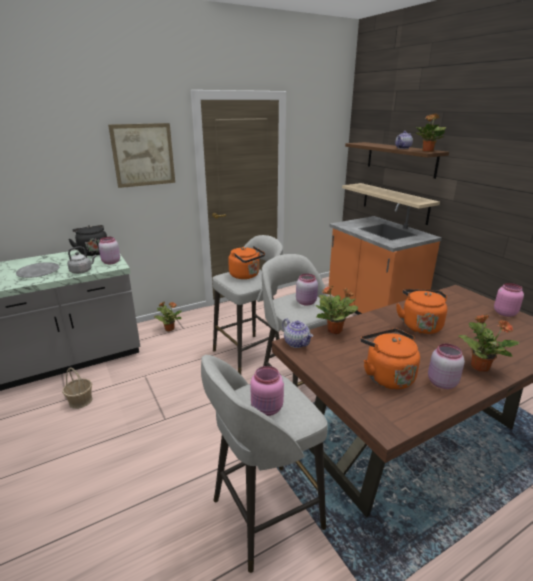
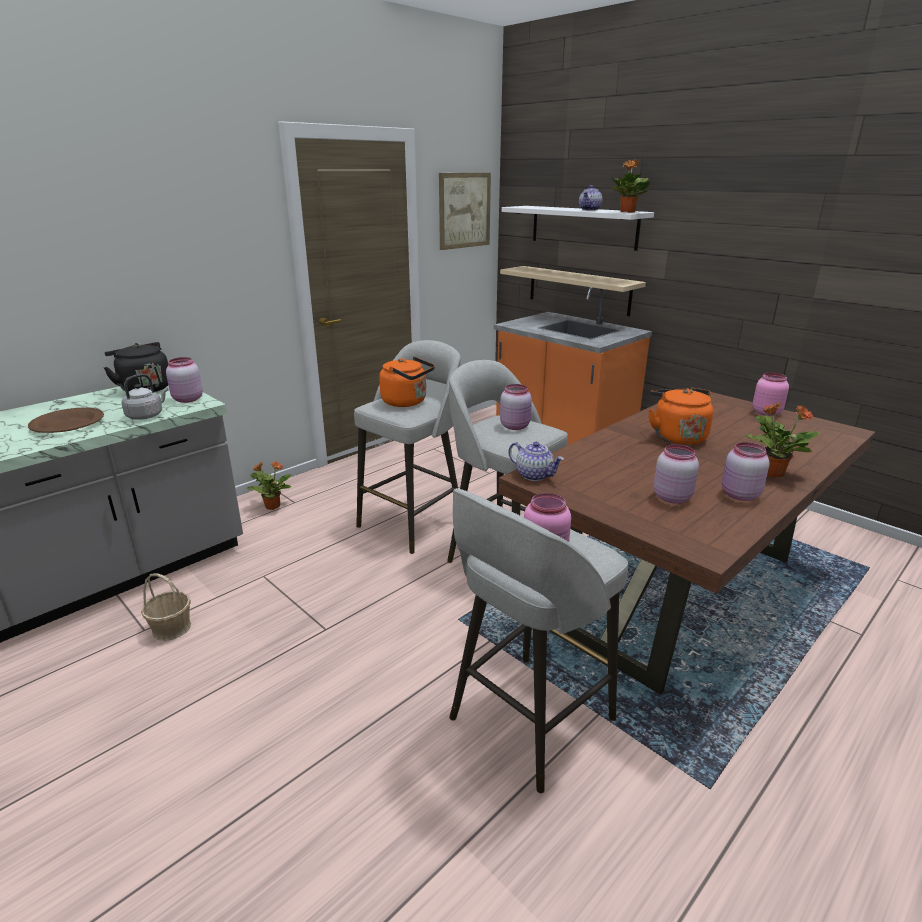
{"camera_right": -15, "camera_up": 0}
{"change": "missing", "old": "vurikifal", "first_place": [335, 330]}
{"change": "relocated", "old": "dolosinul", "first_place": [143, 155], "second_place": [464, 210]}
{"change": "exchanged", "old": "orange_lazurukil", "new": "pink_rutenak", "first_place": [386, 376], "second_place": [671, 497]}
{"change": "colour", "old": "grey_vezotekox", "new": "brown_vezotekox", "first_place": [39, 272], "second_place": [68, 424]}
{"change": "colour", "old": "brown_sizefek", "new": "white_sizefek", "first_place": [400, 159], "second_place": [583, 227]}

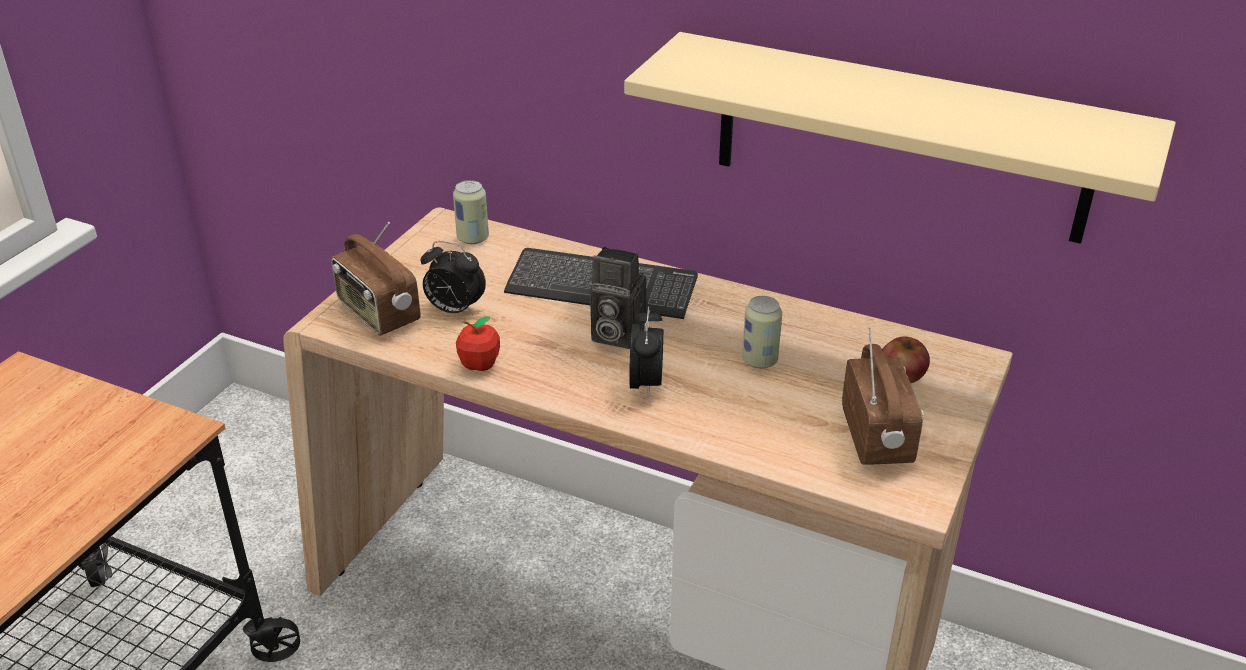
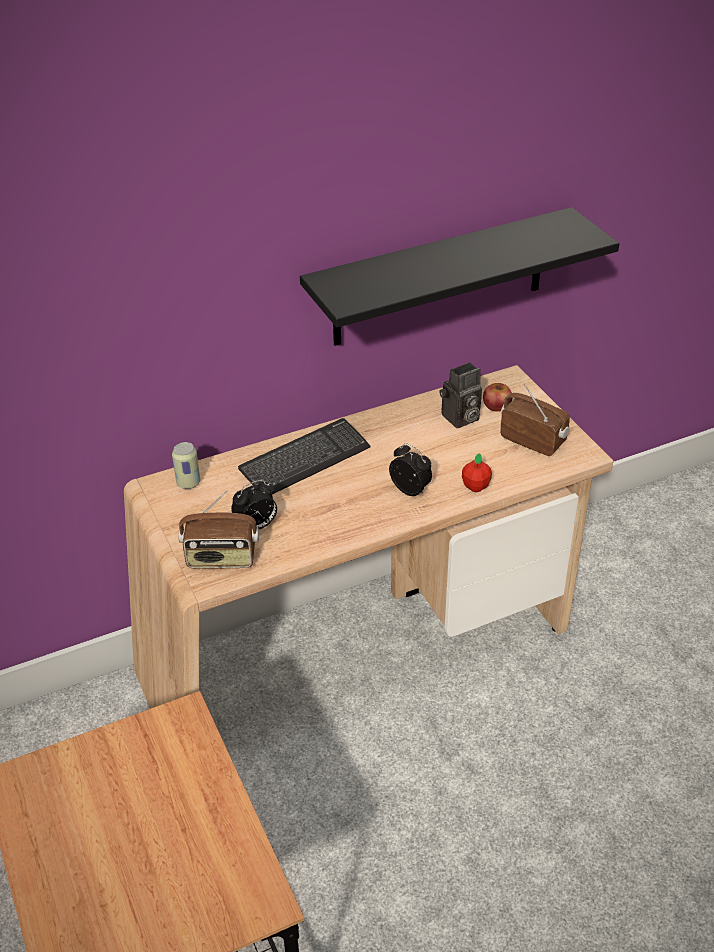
{"camera_right": -50, "camera_up": 5}
{"change": "missing", "old": "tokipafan", "first_place": [759, 360]}
{"change": "relocated", "old": "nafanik", "first_place": [479, 365], "second_place": [475, 487]}
{"change": "relocated", "old": "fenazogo", "first_place": [614, 335], "second_place": [460, 419]}
{"change": "colour", "old": "beige_sizefek", "new": "black_sizefek", "first_place": [900, 138], "second_place": [440, 278]}

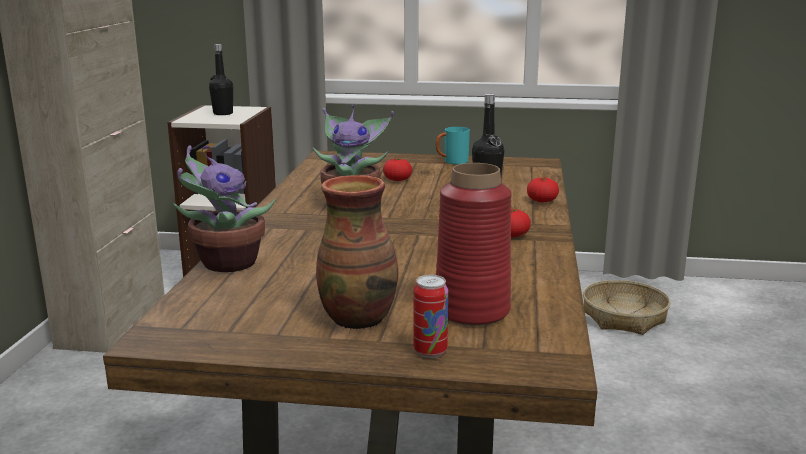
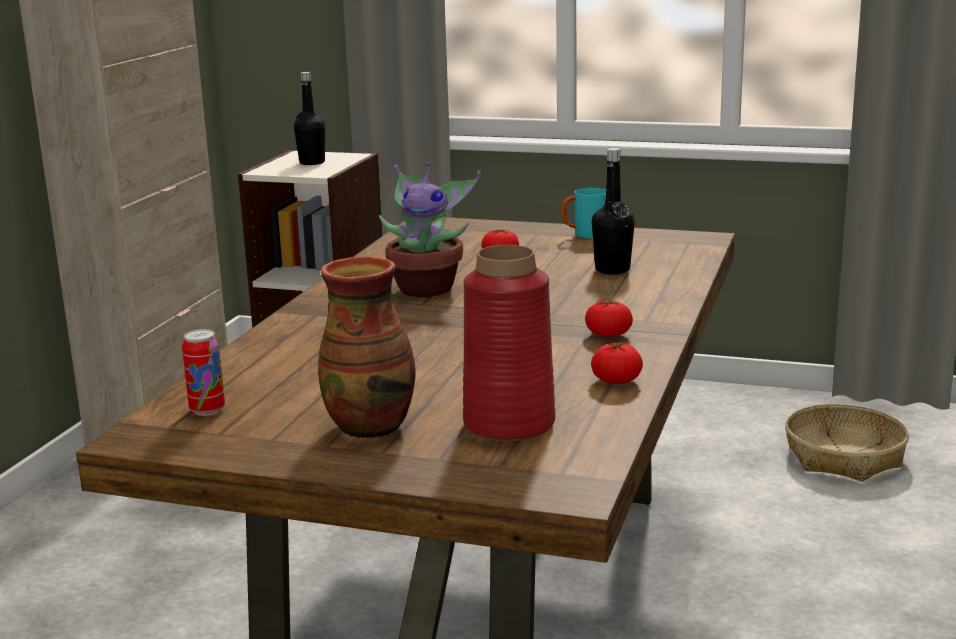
{"camera_right": 10, "camera_up": 0}
{"change": "missing", "old": "vurikifal", "first_place": [225, 263]}
{"change": "relocated", "old": "tokipafan", "first_place": [430, 351], "second_place": [207, 410]}
{"change": "relocated", "old": "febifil", "first_place": [542, 201], "second_place": [616, 381]}

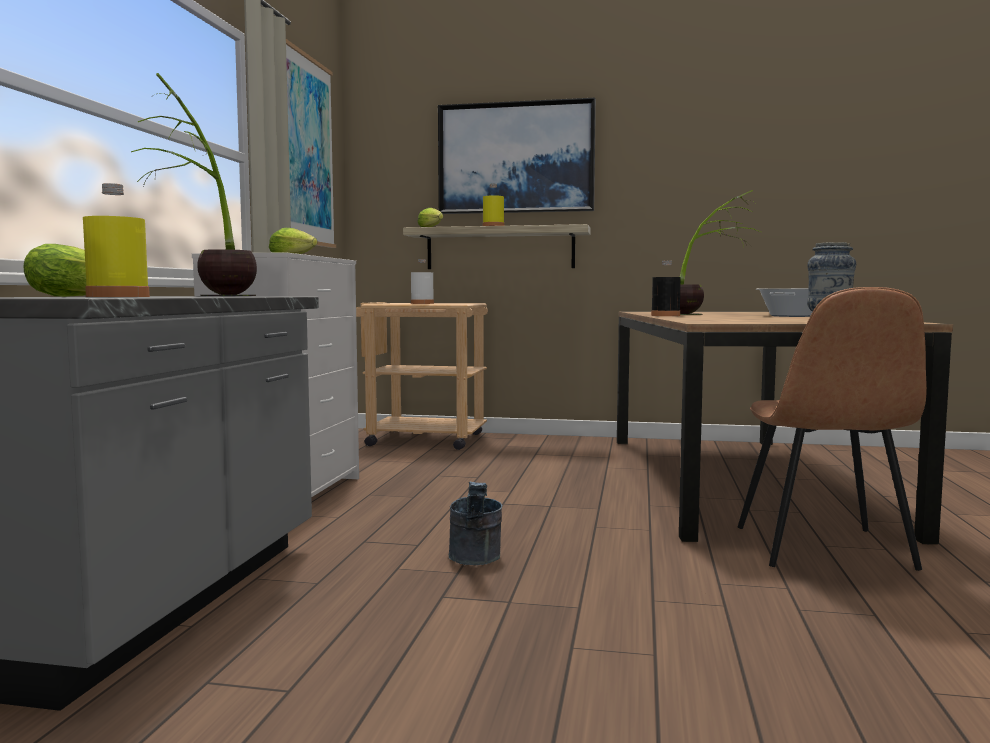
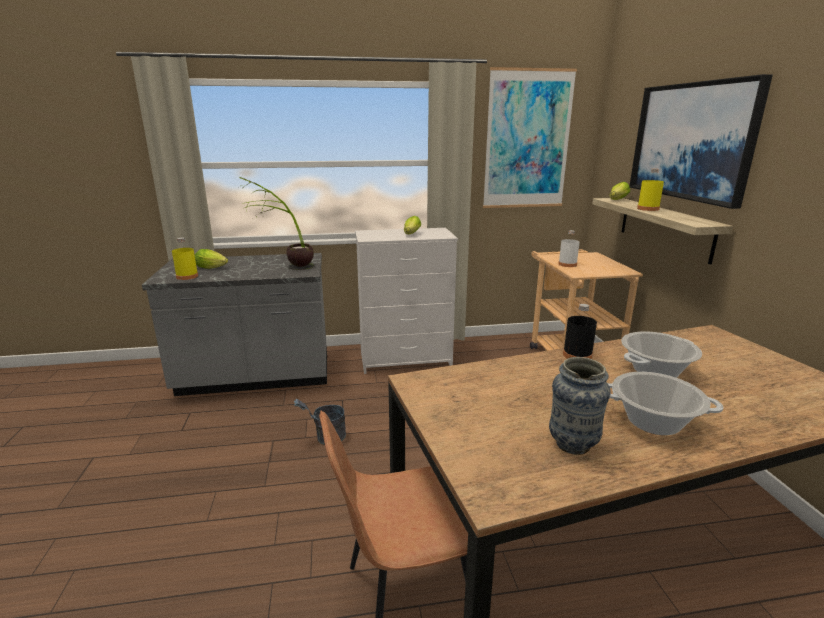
{"camera_right": 70, "camera_up": 15}
{"change": "exchanged", "old": "vurikifal", "new": "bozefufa", "first_place": [705, 314], "second_place": [655, 371]}

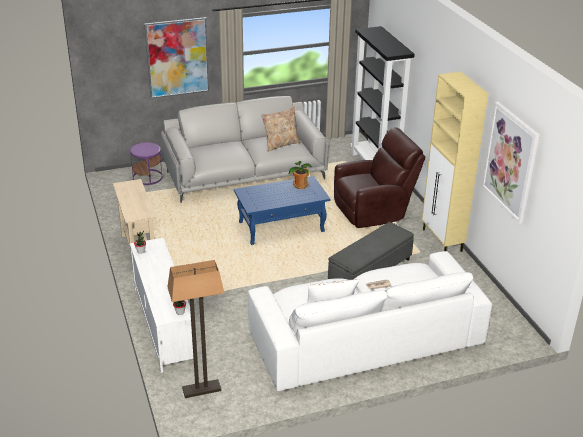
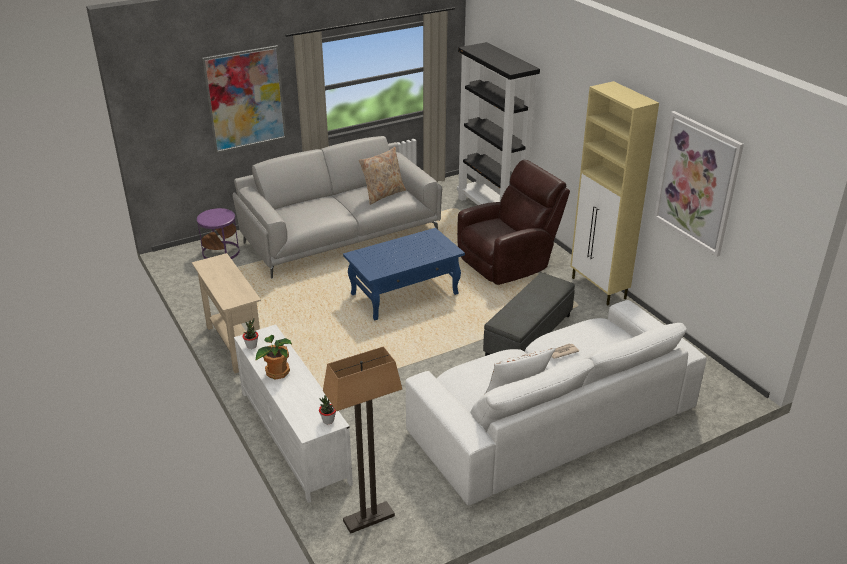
{"camera_right": -10, "camera_up": 0}
{"change": "relocated", "old": "vurikifal", "first_place": [300, 185], "second_place": [276, 372]}

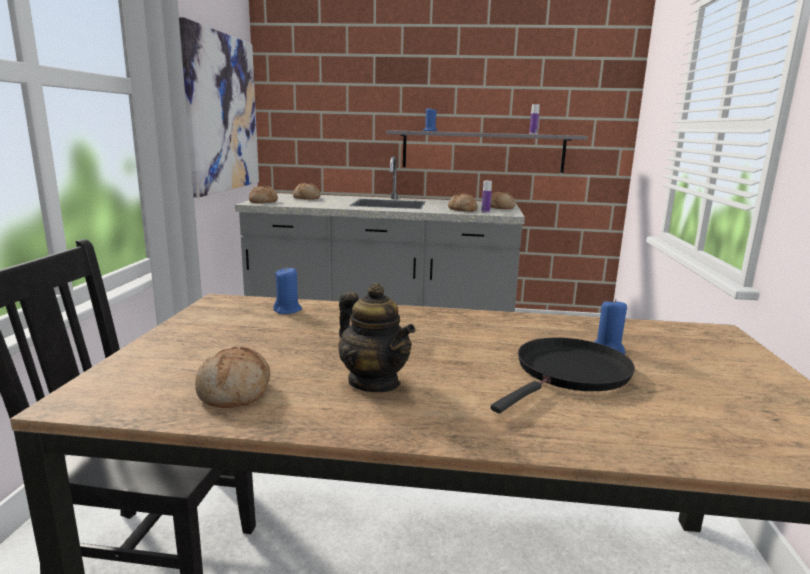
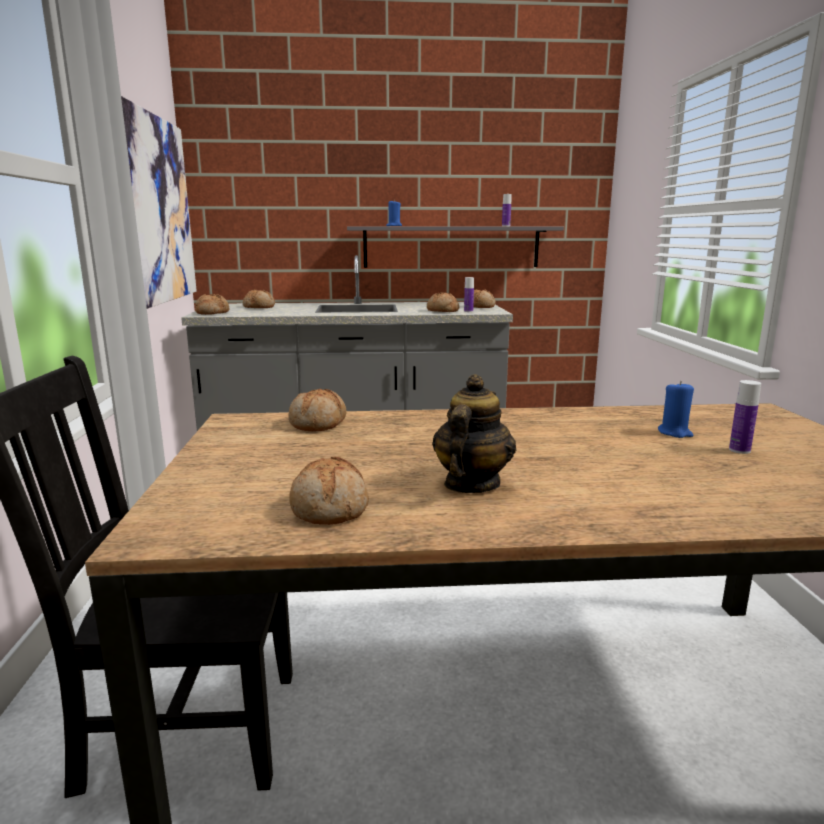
{"camera_right": -10, "camera_up": 0}
{"change": "missing", "old": "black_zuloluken", "first_place": [569, 374]}
{"change": "appeared", "new": "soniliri", "second_place": [739, 450]}
{"change": "exchanged", "old": "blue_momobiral", "new": "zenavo", "first_place": [288, 310], "second_place": [319, 423]}
{"change": "spun", "old": "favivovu", "first_place": [374, 382], "second_place": [471, 484], "degrees": -105}

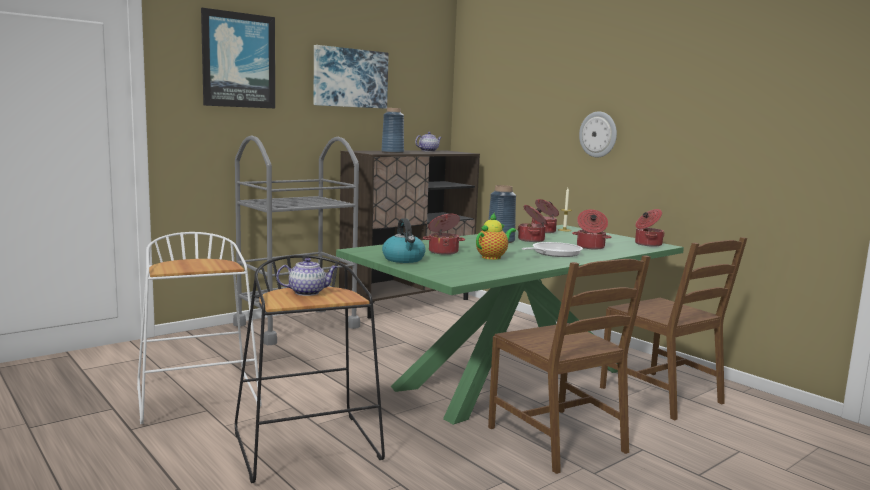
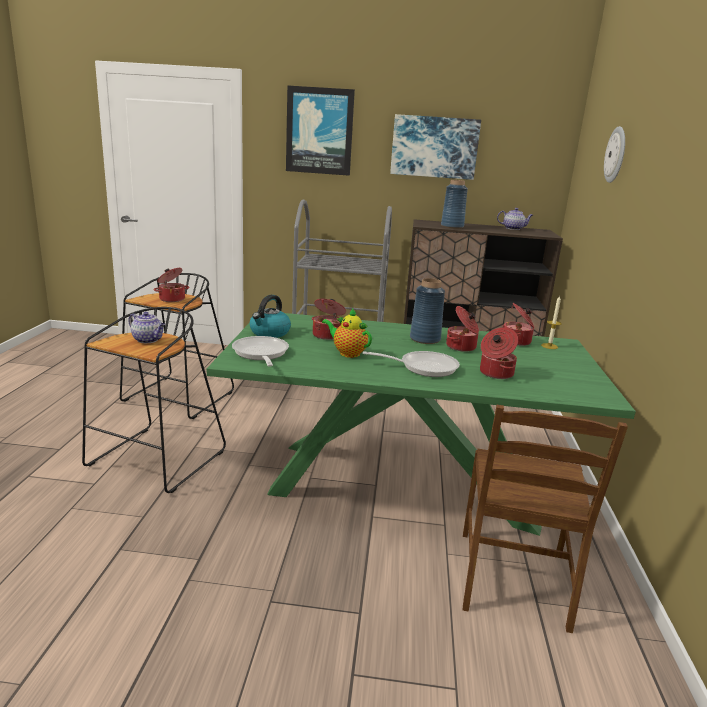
{"camera_right": 45, "camera_up": 10}
{"change": "missing", "old": "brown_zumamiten", "first_place": [558, 439]}
{"change": "appeared", "new": "zuloluken", "second_place": [260, 354]}
{"change": "relocated", "old": "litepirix", "first_place": [598, 134], "second_place": [616, 155]}
{"change": "relocated", "old": "bozefufa", "first_place": [647, 244], "second_place": [172, 299]}
{"change": "colour", "old": "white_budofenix", "new": "black_budofenix", "first_place": [199, 398], "second_place": [178, 398]}
{"change": "spun", "old": "favivovu", "first_place": [493, 257], "second_place": [347, 353], "degrees": -150}

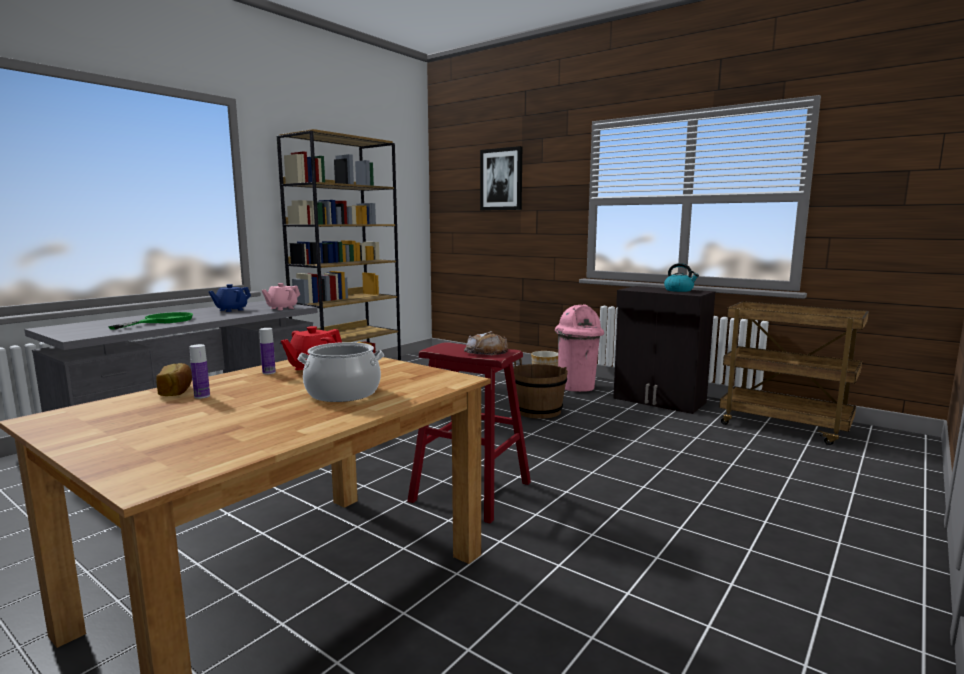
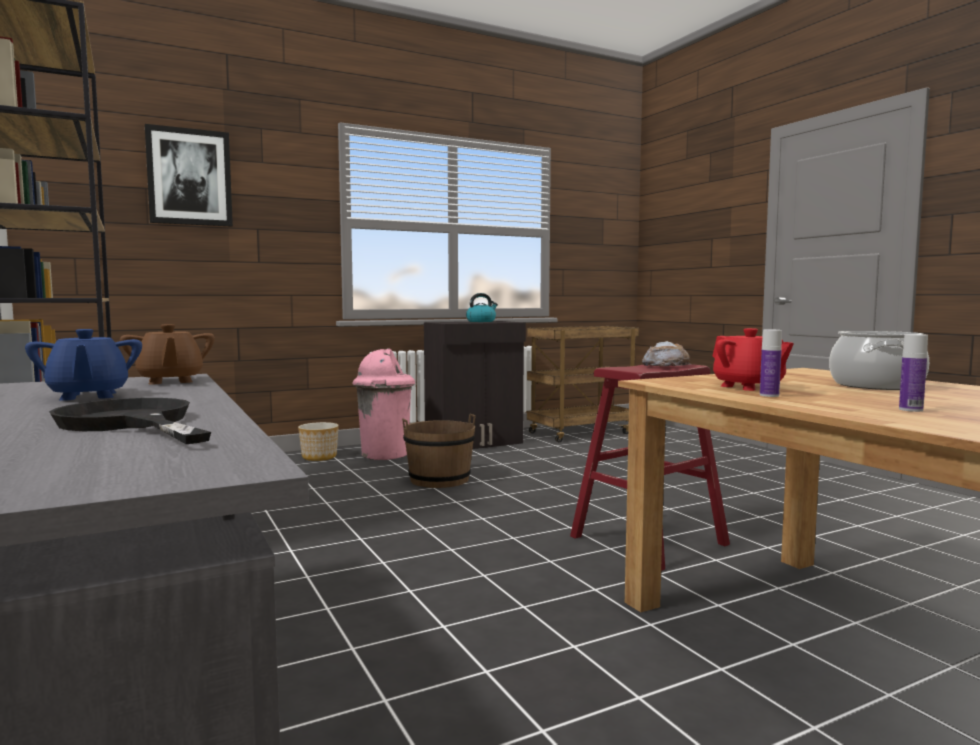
{"camera_right": -65, "camera_up": -5}
{"change": "missing", "old": "zenavo", "first_place": [177, 391]}
{"change": "colour", "old": "green_zuloluken", "new": "black_zuloluken", "first_place": [162, 321], "second_place": [131, 423]}
{"change": "colour", "old": "pink_favivovu", "new": "brown_favivovu", "first_place": [282, 308], "second_place": [170, 381]}

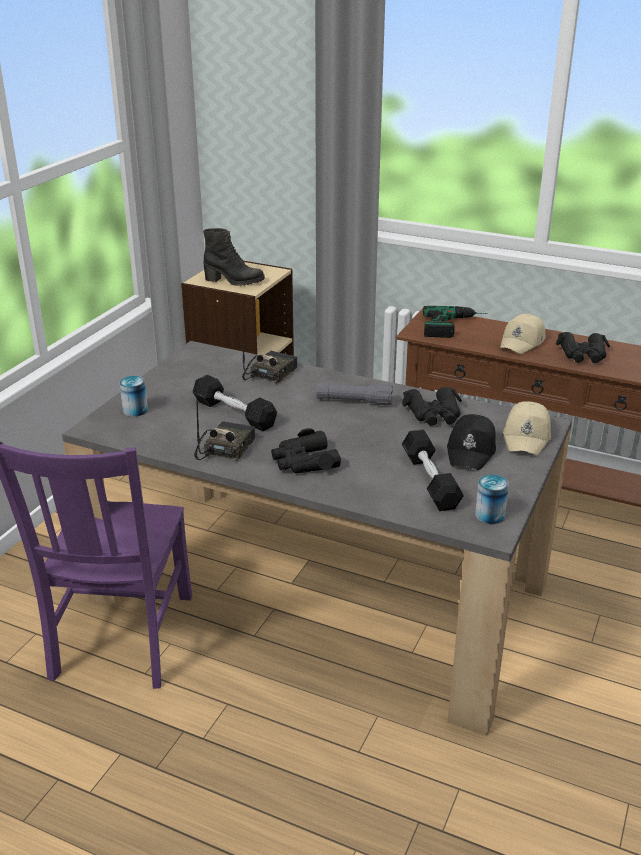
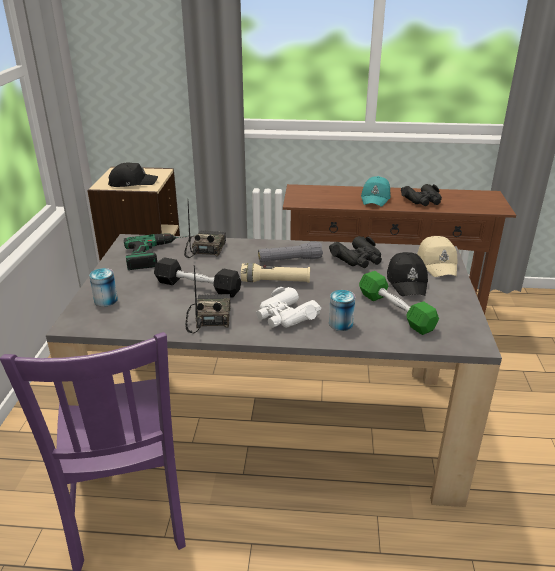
{"camera_right": -20, "camera_up": 0}
{"change": "appeared", "new": "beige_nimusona", "second_place": [275, 281]}
{"change": "relocated", "old": "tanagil", "first_place": [455, 326], "second_place": [158, 254]}
{"change": "relocated", "old": "tokipafan", "first_place": [489, 515], "second_place": [340, 324]}
{"change": "exchanged", "old": "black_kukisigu", "new": "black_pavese", "first_place": [234, 281], "second_place": [132, 183]}
{"change": "colour", "old": "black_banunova", "new": "white_banunova", "first_place": [304, 462], "second_place": [285, 316]}
{"change": "colour", "old": "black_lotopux", "new": "green_lotopux", "first_place": [430, 480], "second_place": [395, 311]}
{"change": "colour", "old": "beige_pavese", "new": "turquoise_pavese", "first_place": [522, 342], "second_place": [376, 198]}

